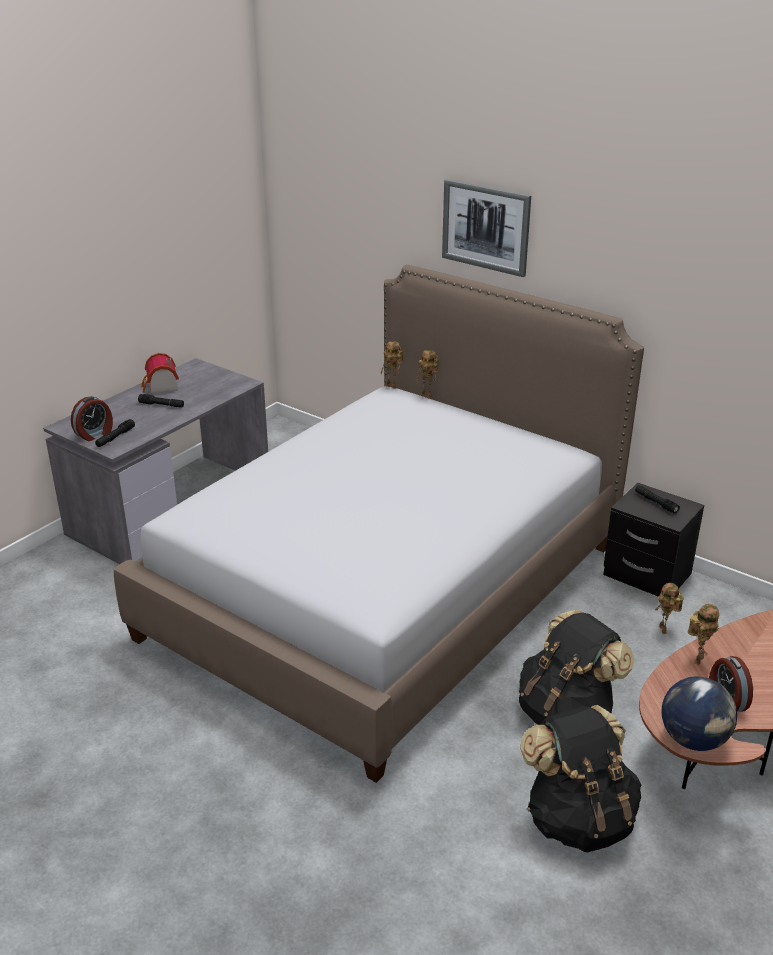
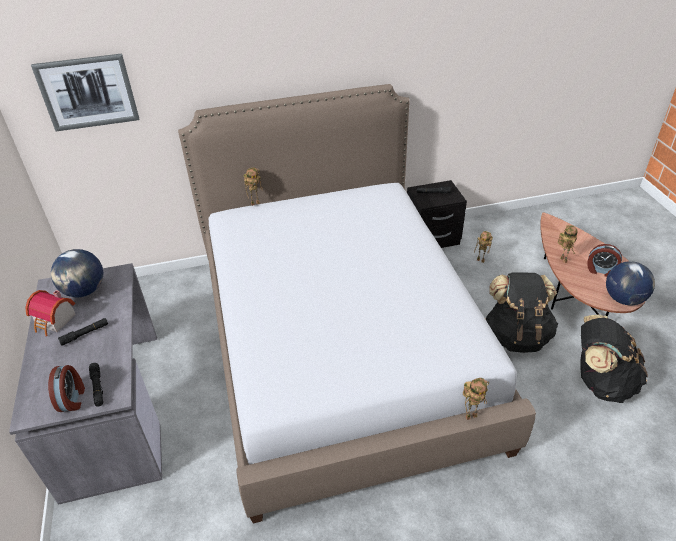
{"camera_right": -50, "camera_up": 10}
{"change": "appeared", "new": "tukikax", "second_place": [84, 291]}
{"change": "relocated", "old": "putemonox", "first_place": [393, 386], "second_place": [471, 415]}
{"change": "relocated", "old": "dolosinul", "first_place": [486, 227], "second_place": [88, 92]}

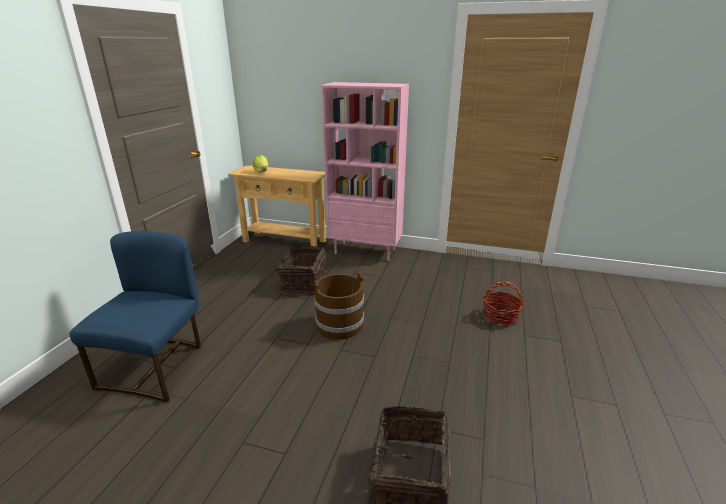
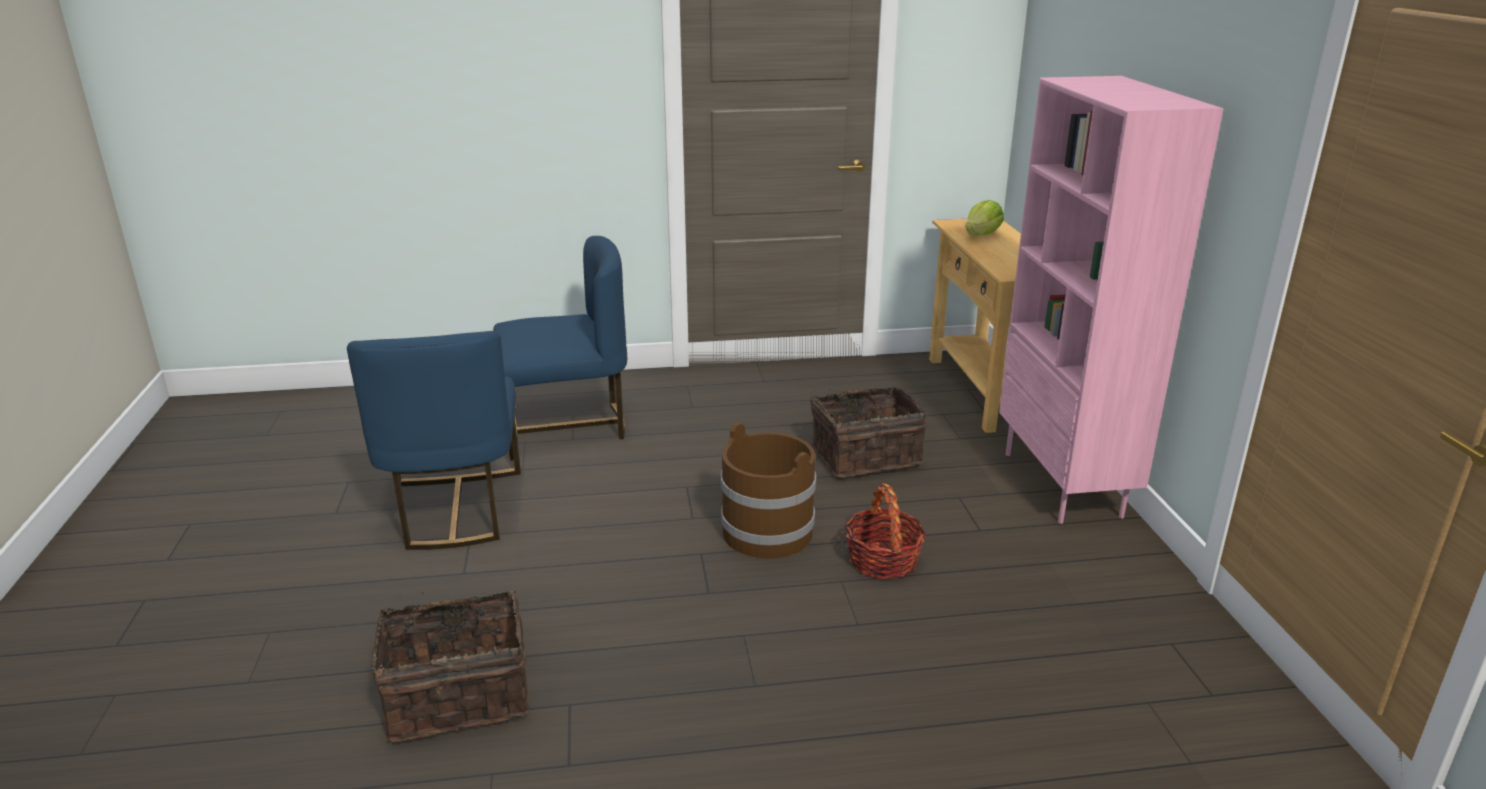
{"camera_right": 65, "camera_up": 0}
{"change": "appeared", "new": "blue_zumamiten", "second_place": [455, 510]}
{"change": "relocated", "old": "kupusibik", "first_place": [500, 316], "second_place": [883, 560]}

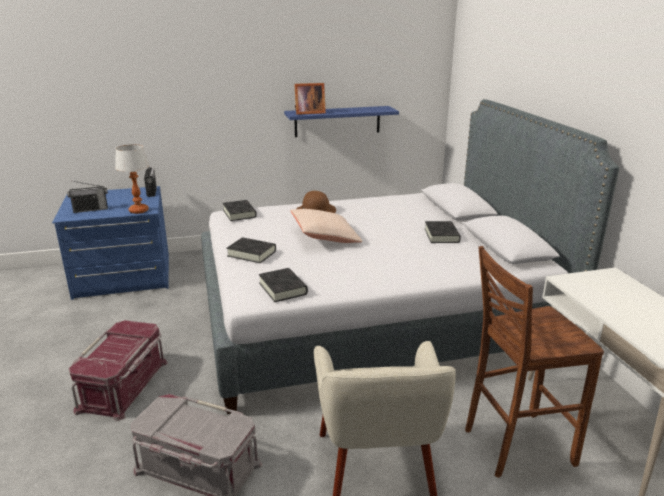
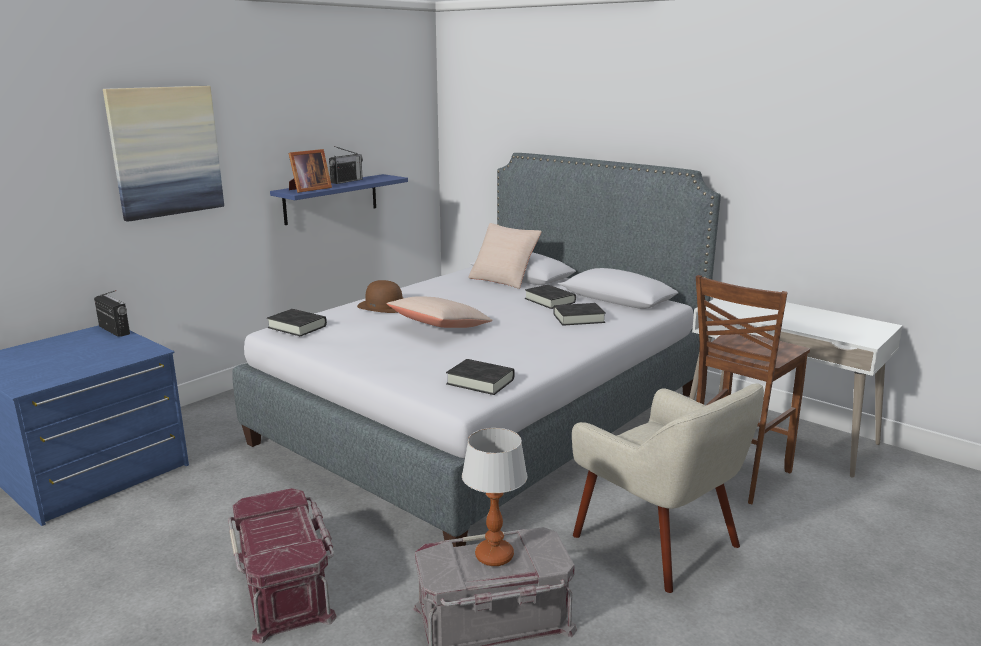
{"camera_right": -35, "camera_up": -5}
{"change": "appeared", "new": "dolosinul", "second_place": [166, 151]}
{"change": "appeared", "new": "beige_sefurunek", "second_place": [504, 279]}
{"change": "relocated", "old": "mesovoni", "first_place": [90, 209], "second_place": [346, 181]}
{"change": "relocated", "old": "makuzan", "first_place": [138, 211], "second_place": [494, 556]}
{"change": "relocated", "old": "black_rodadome", "first_place": [251, 253], "second_place": [578, 318]}

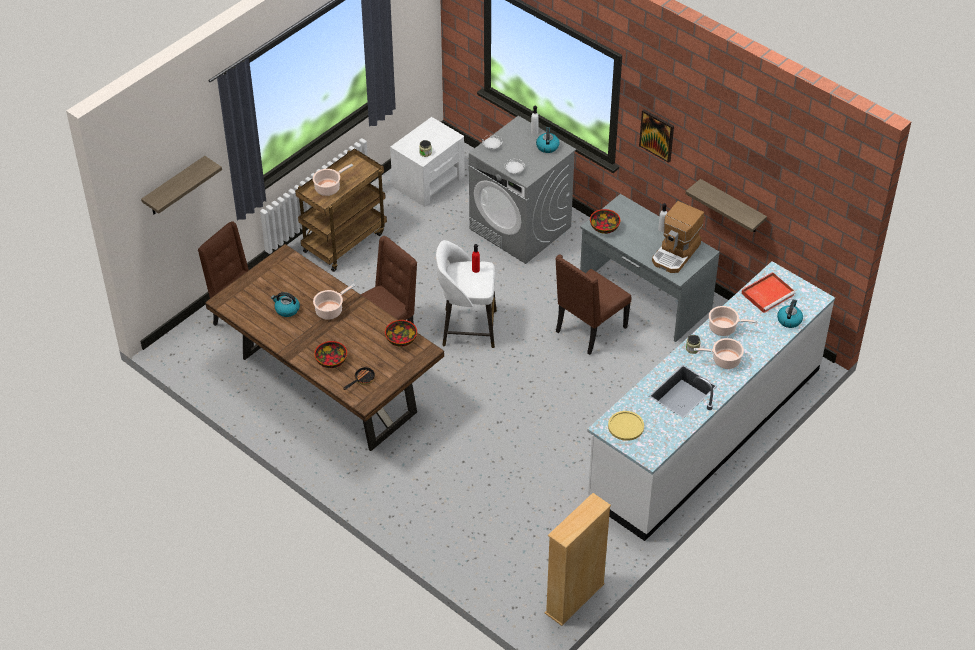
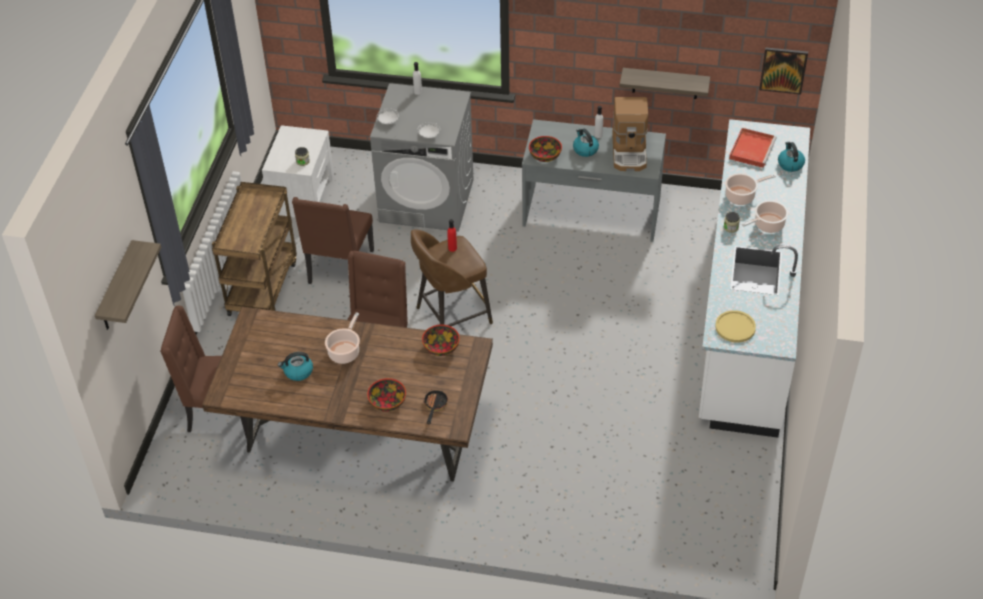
{"camera_right": -30, "camera_up": 0}
{"change": "missing", "old": "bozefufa", "first_place": [329, 188]}
{"change": "missing", "old": "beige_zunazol", "first_place": [574, 599]}
{"change": "relocated", "old": "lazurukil", "first_place": [547, 146], "second_place": [585, 149]}
{"change": "relocated", "old": "brown_zumamiten", "first_place": [589, 330], "second_place": [339, 268]}
{"change": "relocated", "old": "dolosinul", "first_place": [657, 135], "second_place": [783, 70]}
{"change": "colour", "old": "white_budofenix", "new": "brown_budofenix", "first_place": [467, 328], "second_place": [451, 316]}

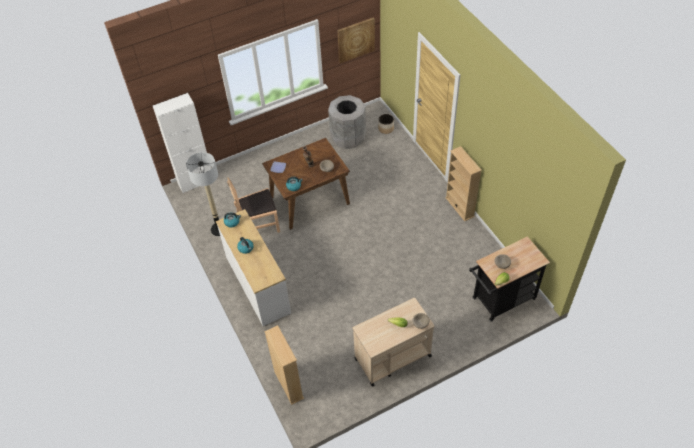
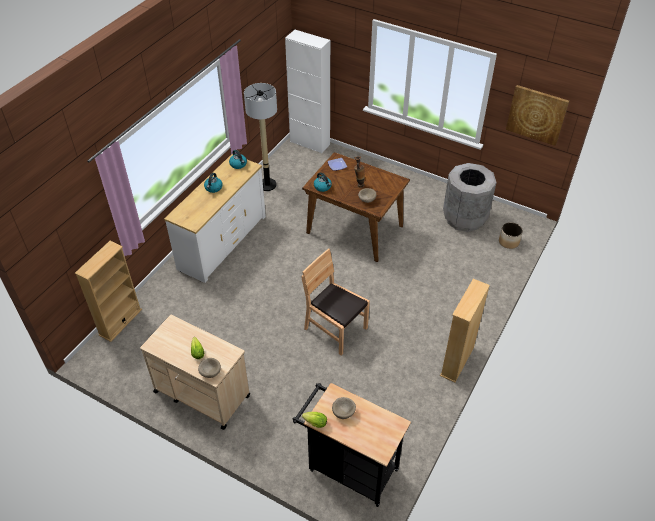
{"camera_right": 55, "camera_up": -5}
{"change": "relocated", "old": "brown_zumamiten", "first_place": [258, 225], "second_place": [335, 329]}

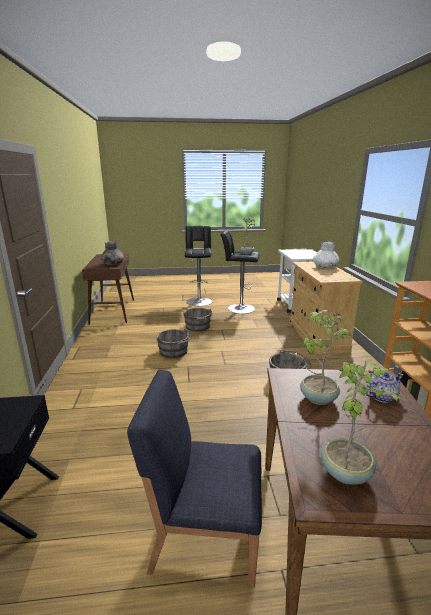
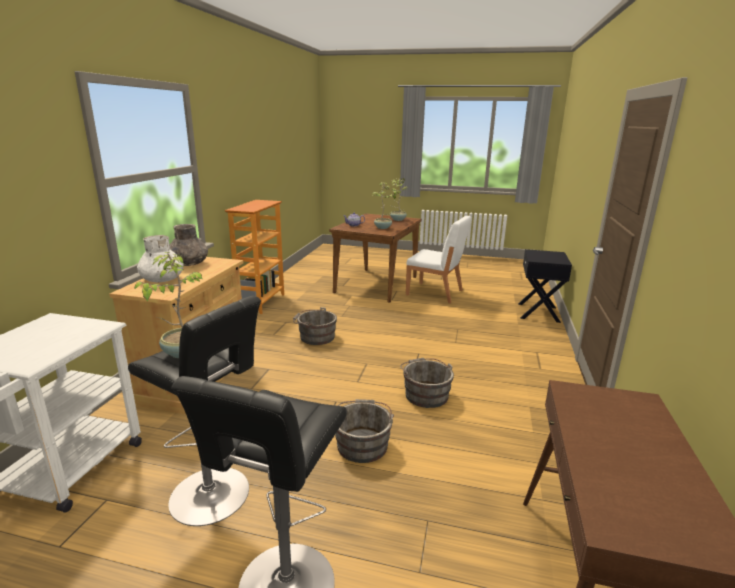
{"camera_right": -160, "camera_up": 0}
{"change": "relocated", "old": "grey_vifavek", "first_place": [113, 264], "second_place": [189, 264]}
{"change": "colour", "old": "blue_zumamiten", "new": "white_zumamiten", "first_place": [204, 534], "second_place": [435, 293]}

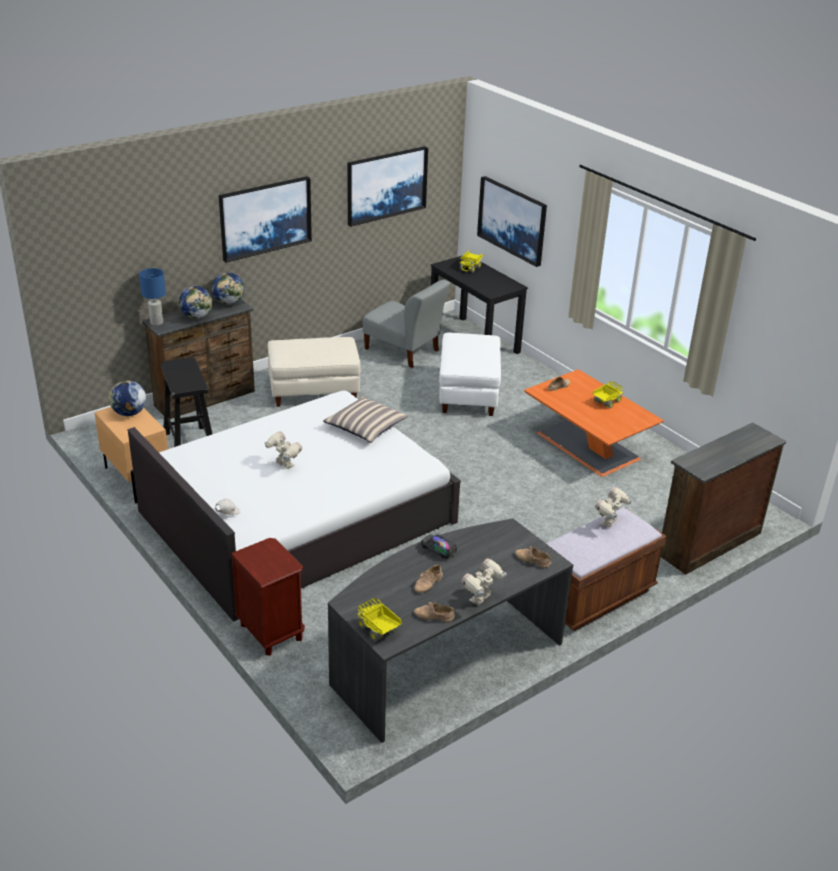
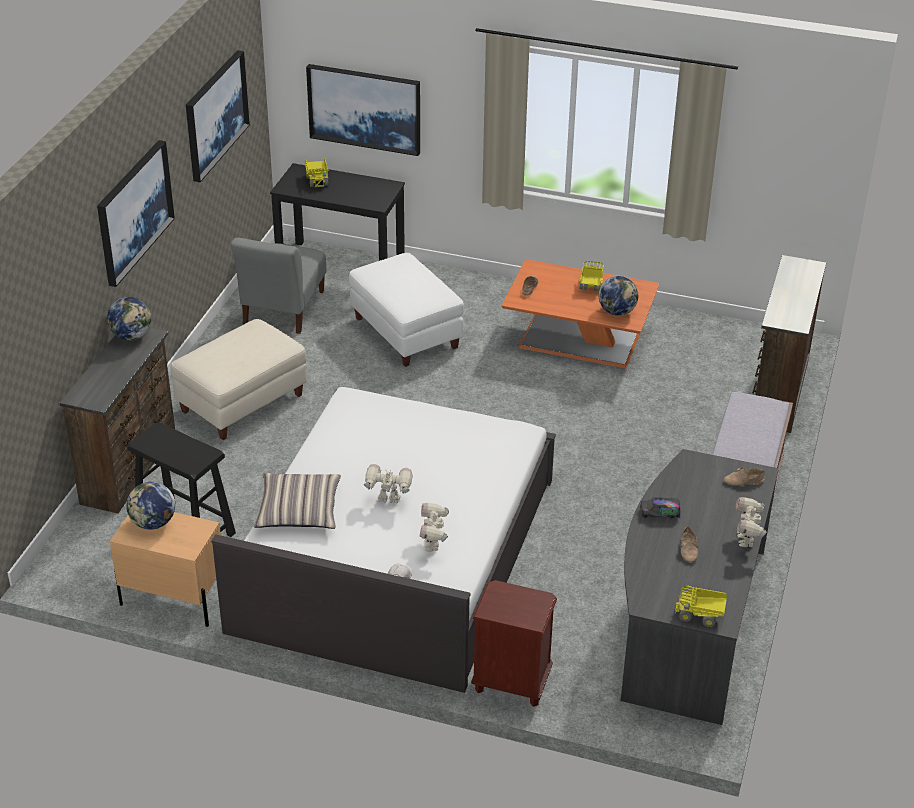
{"camera_right": -35, "camera_up": 5}
{"change": "missing", "old": "blue_makuzan", "first_place": [156, 322]}
{"change": "missing", "old": "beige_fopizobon", "first_place": [434, 616]}
{"change": "relocated", "old": "tukikax", "first_place": [197, 317], "second_place": [617, 311]}
{"change": "relocated", "old": "sefurunek", "first_place": [365, 426], "second_place": [298, 510]}
{"change": "relocated", "old": "putemonox", "first_place": [609, 523], "second_place": [433, 544]}
{"change": "spun", "old": "grey_zumamiten", "first_place": [404, 351], "second_place": [282, 310], "degrees": 105}

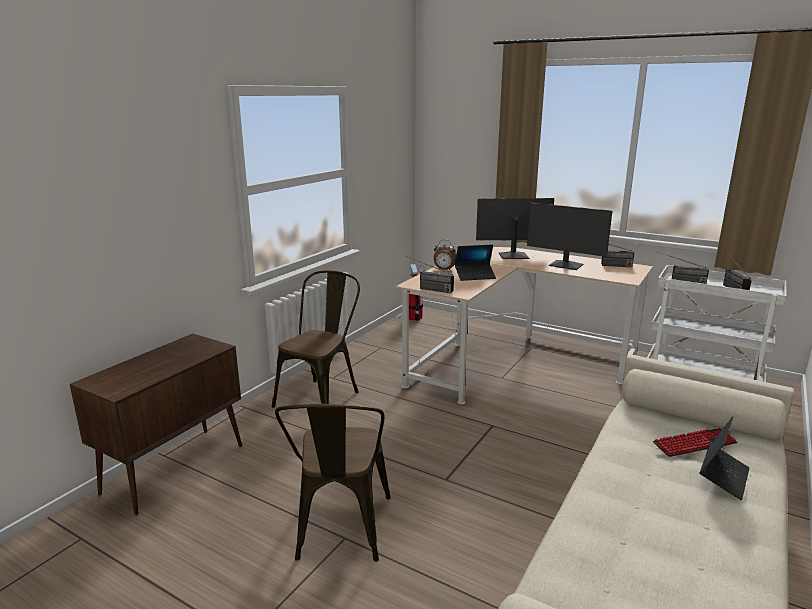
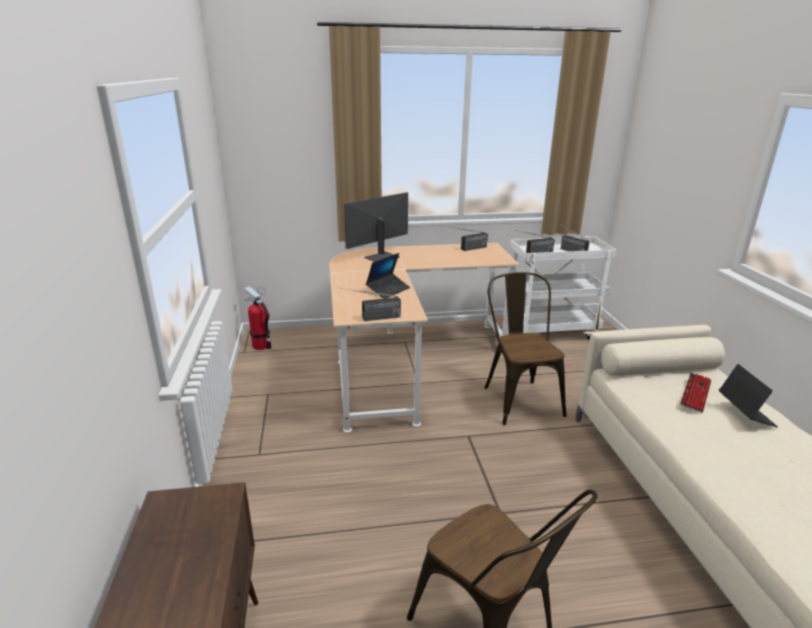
{"camera_right": -40, "camera_up": 5}
{"change": "missing", "old": "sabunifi", "first_place": [444, 270]}
{"change": "missing", "old": "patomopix", "first_place": [566, 265]}
{"change": "relocated", "old": "brown_zumamiten", "first_place": [322, 397], "second_place": [518, 397]}

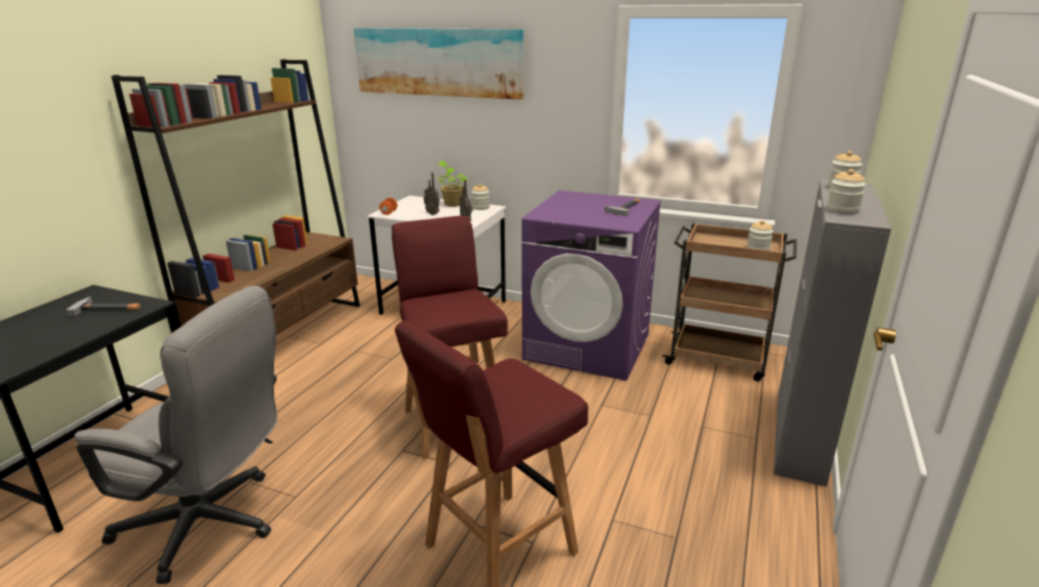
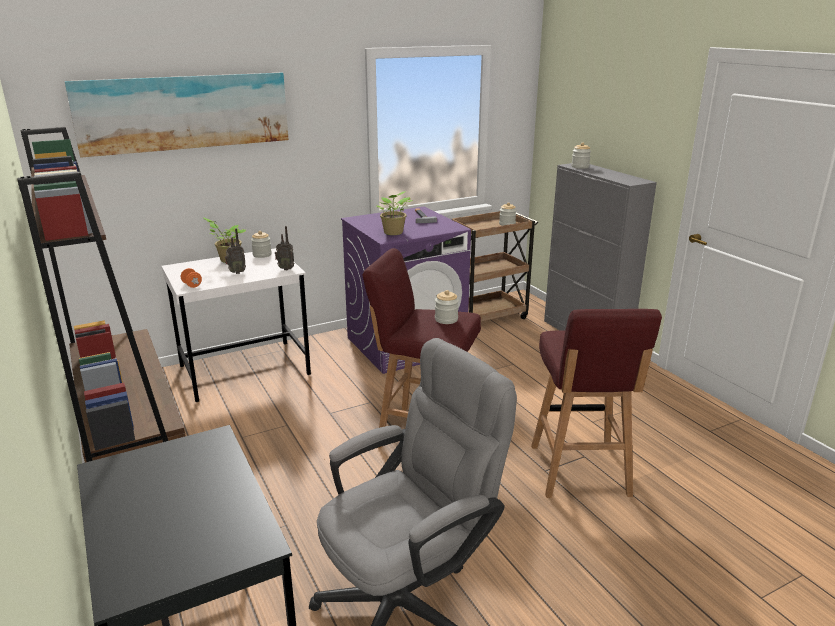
{"camera_right": -50, "camera_up": 0}
{"change": "missing", "old": "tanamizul", "first_place": [109, 309]}
{"change": "appeared", "new": "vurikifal", "second_place": [393, 233]}
{"change": "relocated", "old": "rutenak", "first_place": [842, 210], "second_place": [446, 319]}

